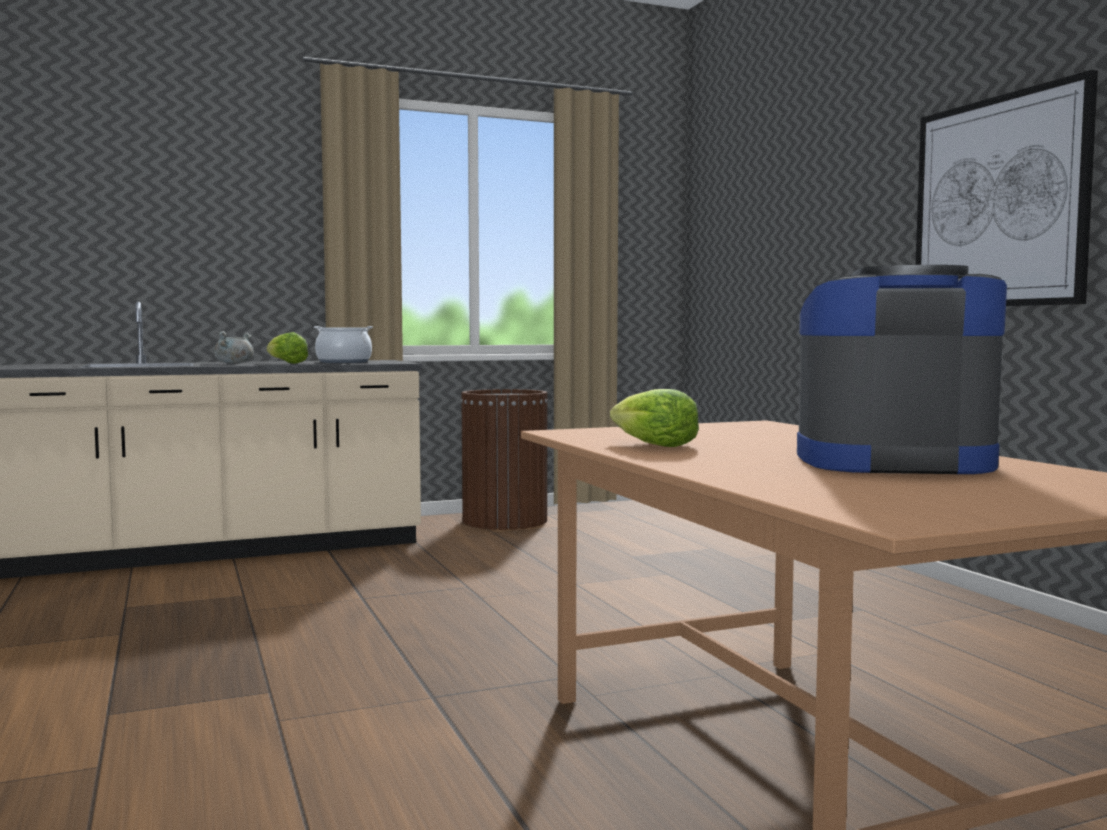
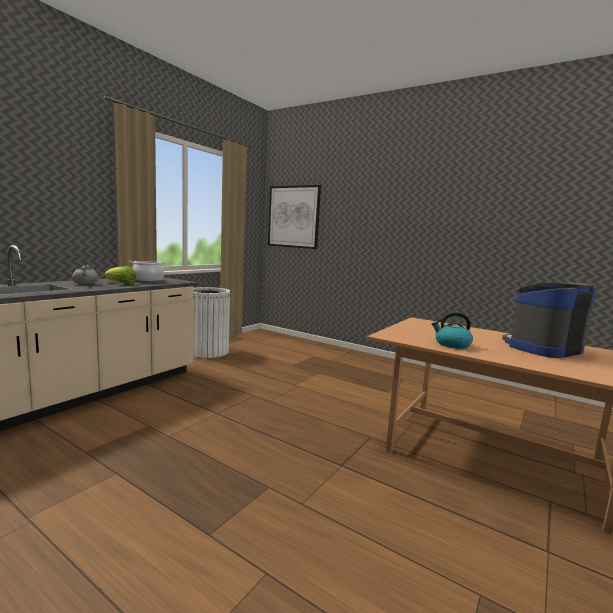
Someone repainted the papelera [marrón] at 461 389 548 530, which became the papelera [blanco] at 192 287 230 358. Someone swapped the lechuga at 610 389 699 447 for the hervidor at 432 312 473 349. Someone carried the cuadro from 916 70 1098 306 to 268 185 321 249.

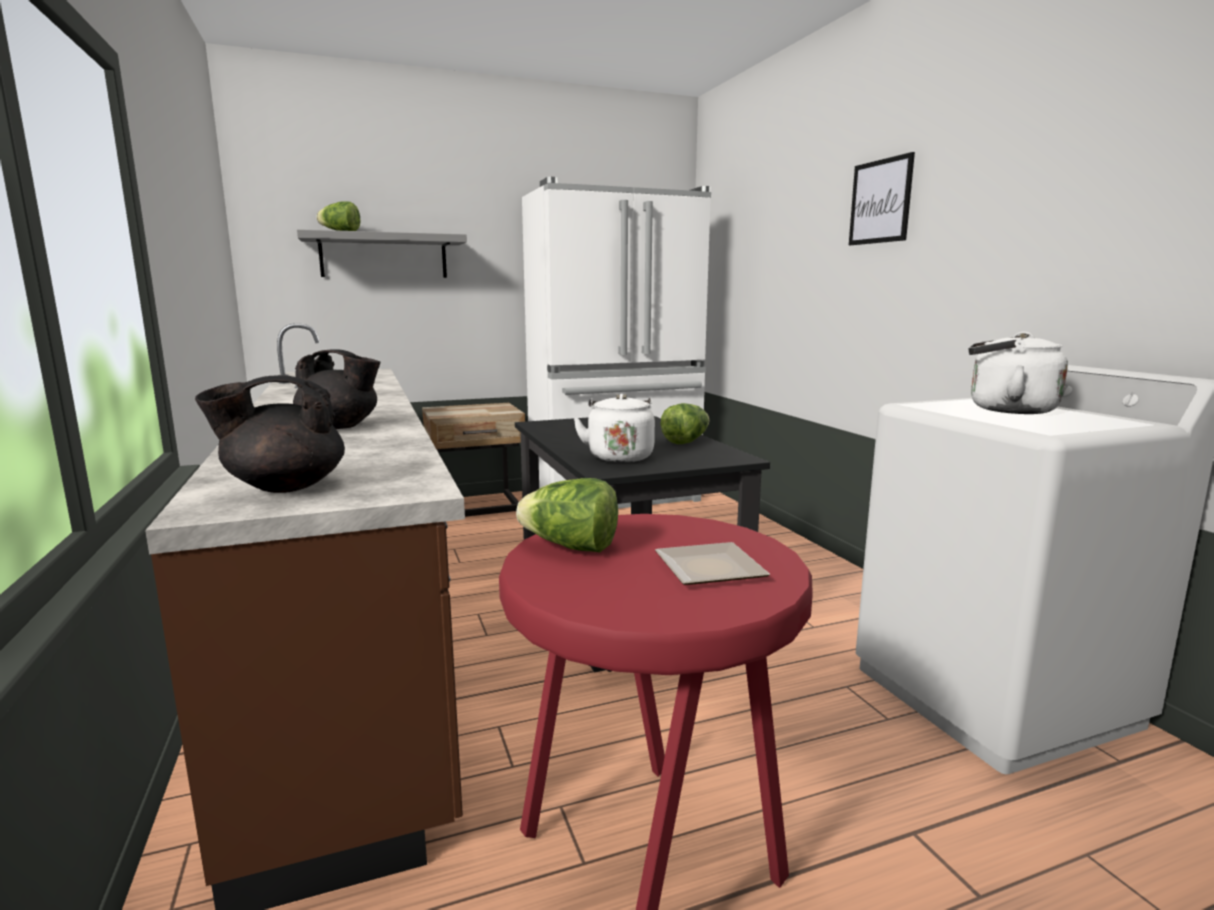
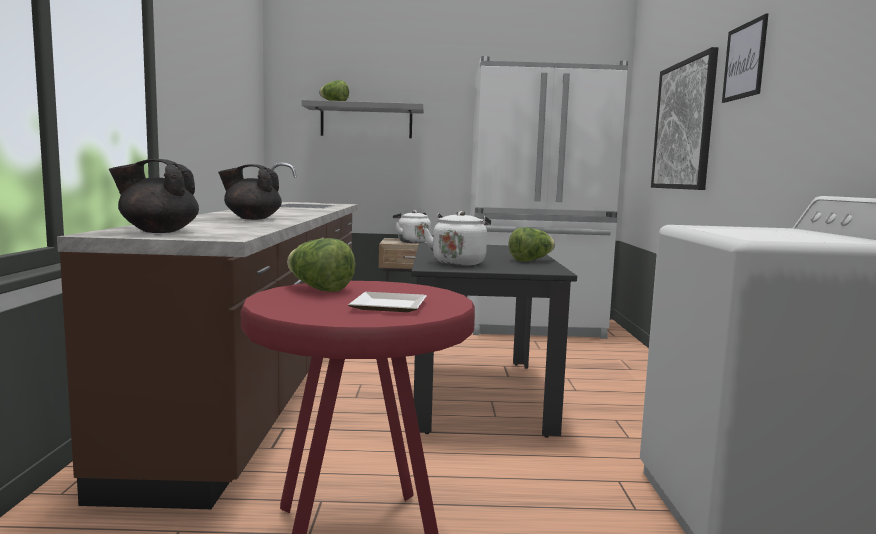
Someone rotated the tetera [negro] at 293 349 381 429 by 150 degrees clockwise. Someone carried the hervidor [blanco] from 968 332 1068 414 to 393 211 431 243. Someone put up the cuadro at 651 47 718 190.

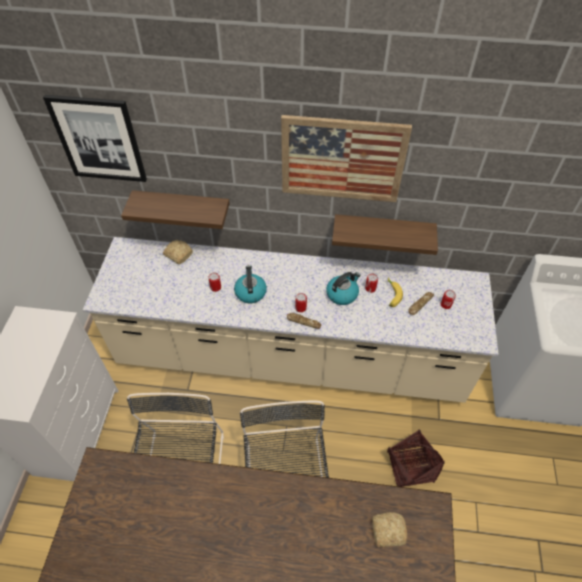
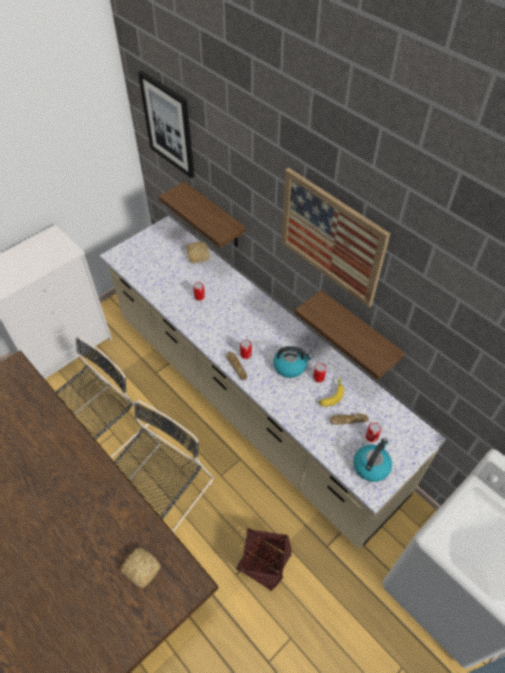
Someone carried the hervidor from 234 265 267 303 to 353 438 392 482.

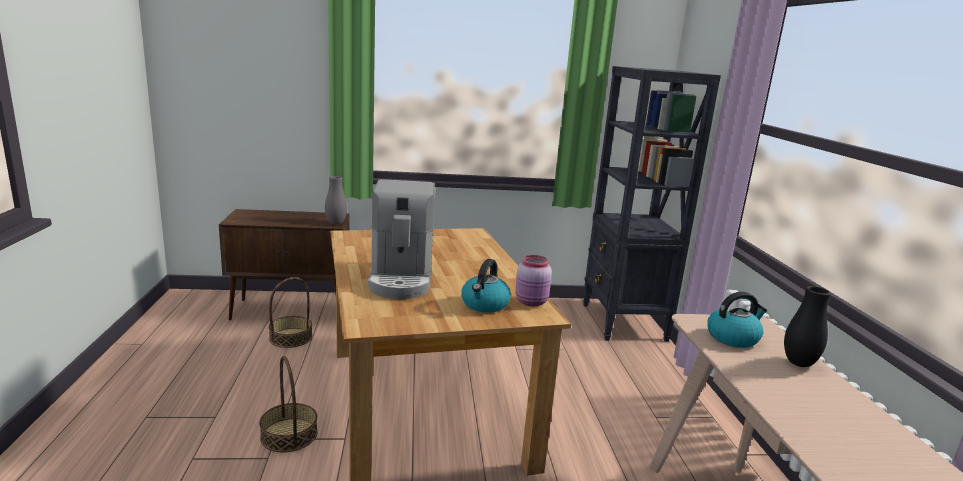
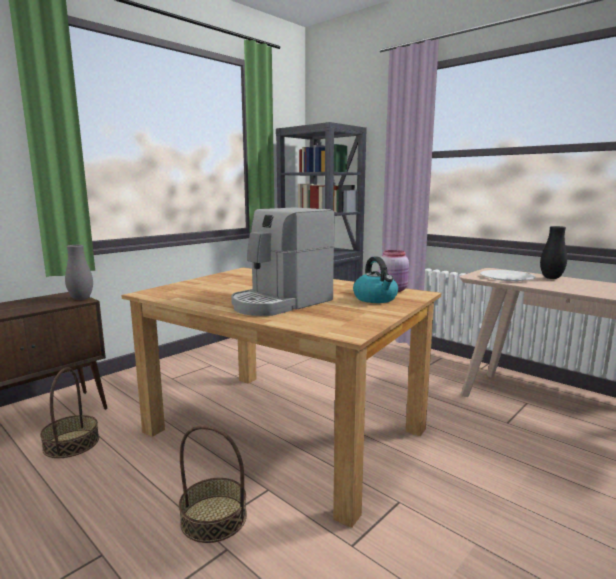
Someone rotated the cafetera at 368 179 435 299 by 90 degrees clockwise. Someone swapped the hervidor at 707 292 767 348 for the plato [blanco] at 480 270 535 281.

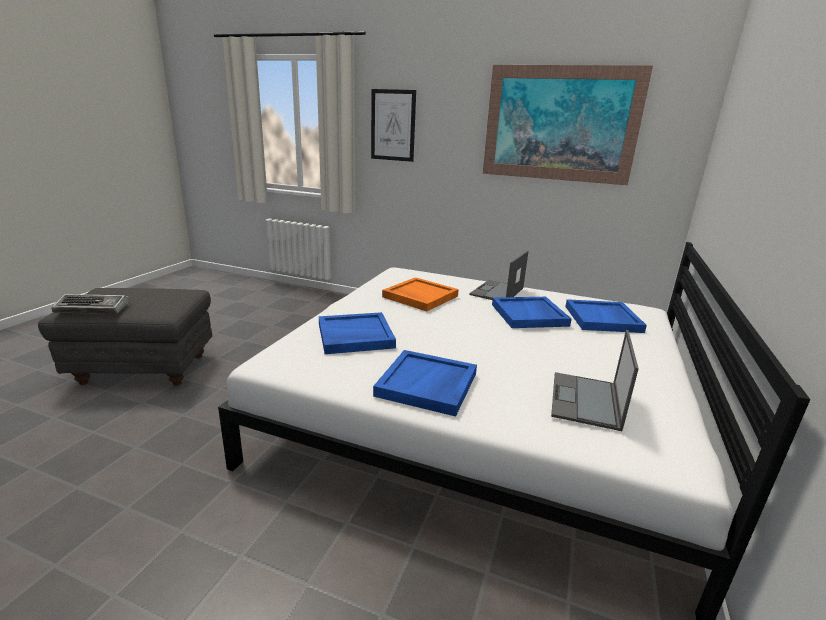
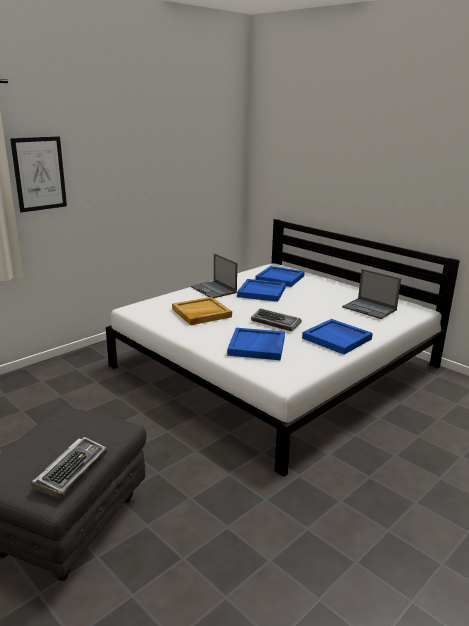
Someone repainted the bandeja [naranja] at 382 277 459 311, which became the bandeja [beis] at 172 297 232 325. Someone took away the cuadro at 483 65 653 185. Someone put down the teclado at 251 308 302 332.

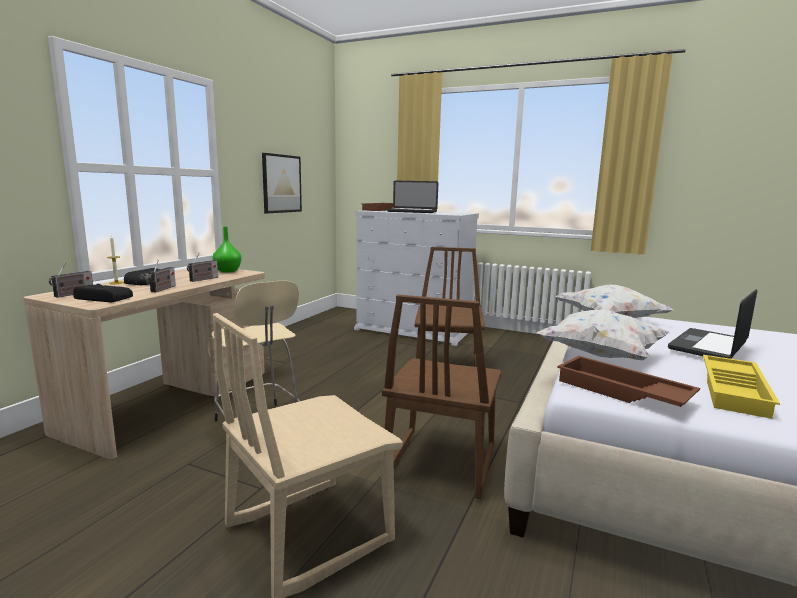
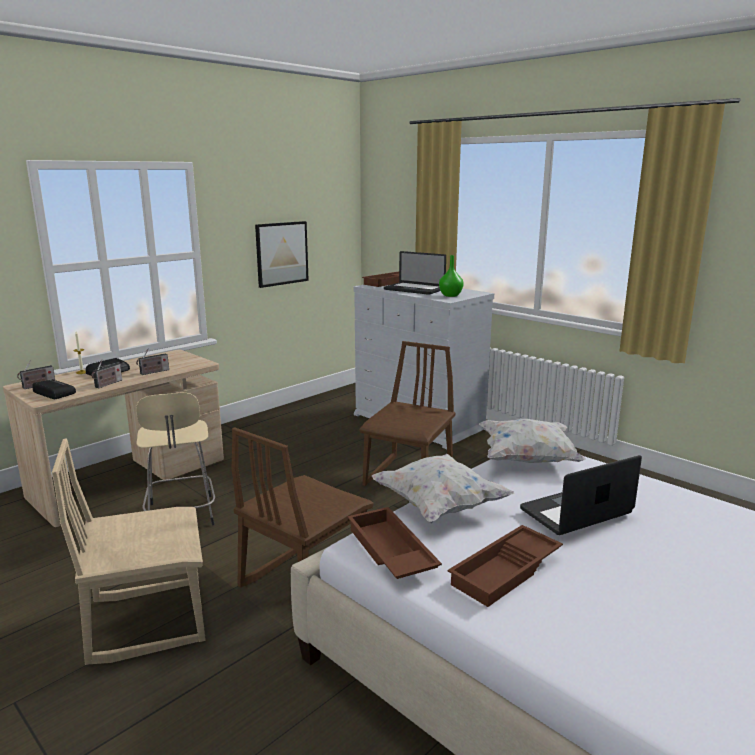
Someone carried the florero [verde] from 213 227 242 273 to 439 255 464 297. Someone repainted the bandeja [amarillo] at 703 355 780 419, which became the bandeja [marrón] at 448 525 563 607.

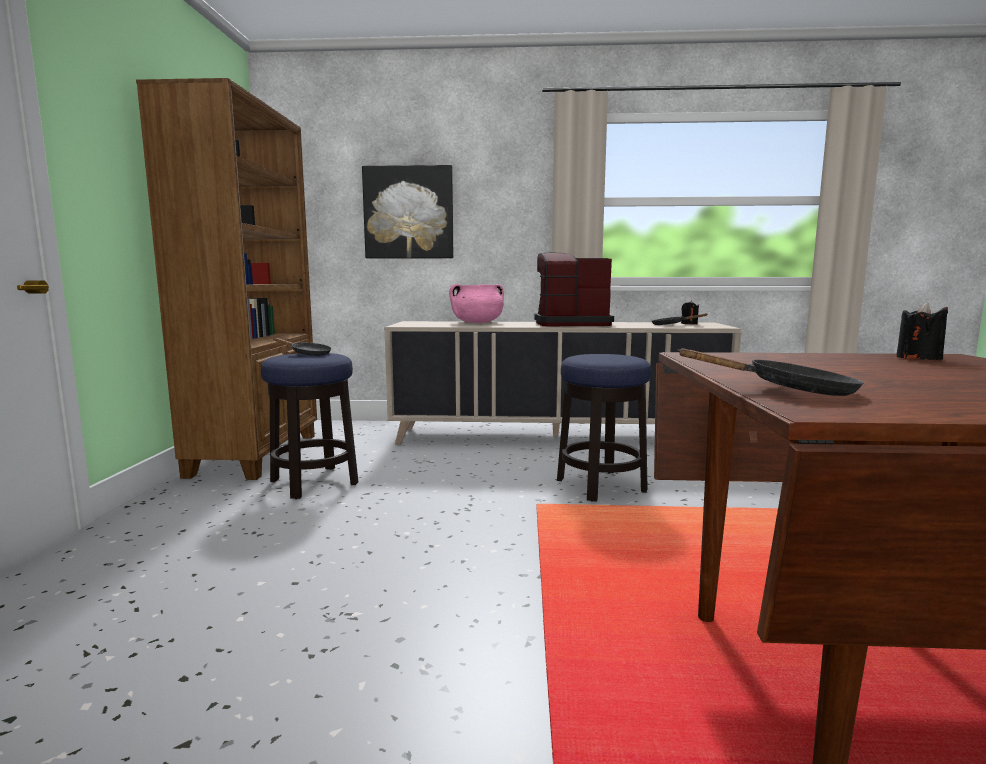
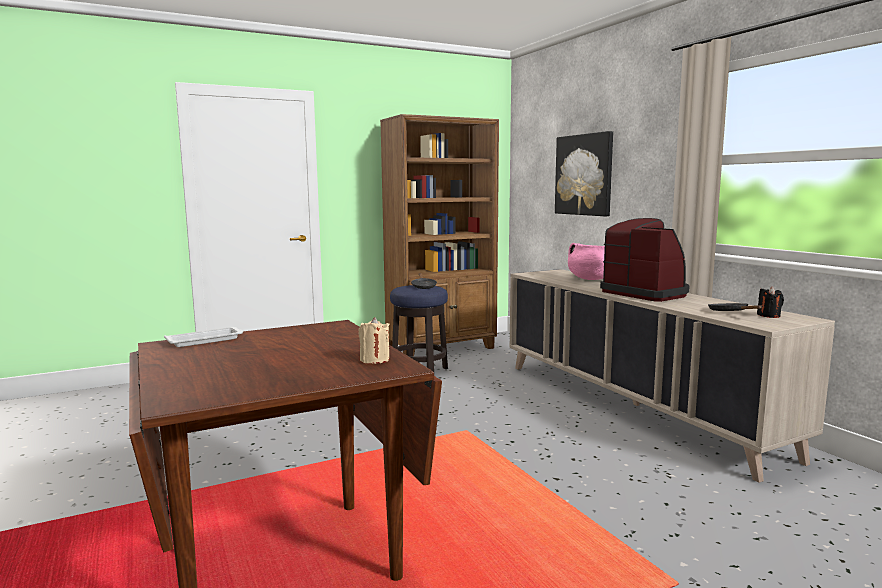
Someone took away the taburete at 557 354 651 502. Someone swapped the sartén [negro] at 677 348 864 396 for the bandeja [blanco] at 164 327 243 347. Someone repainted the vela [negro] at 896 302 948 360, which became the vela [beis] at 359 317 390 364.

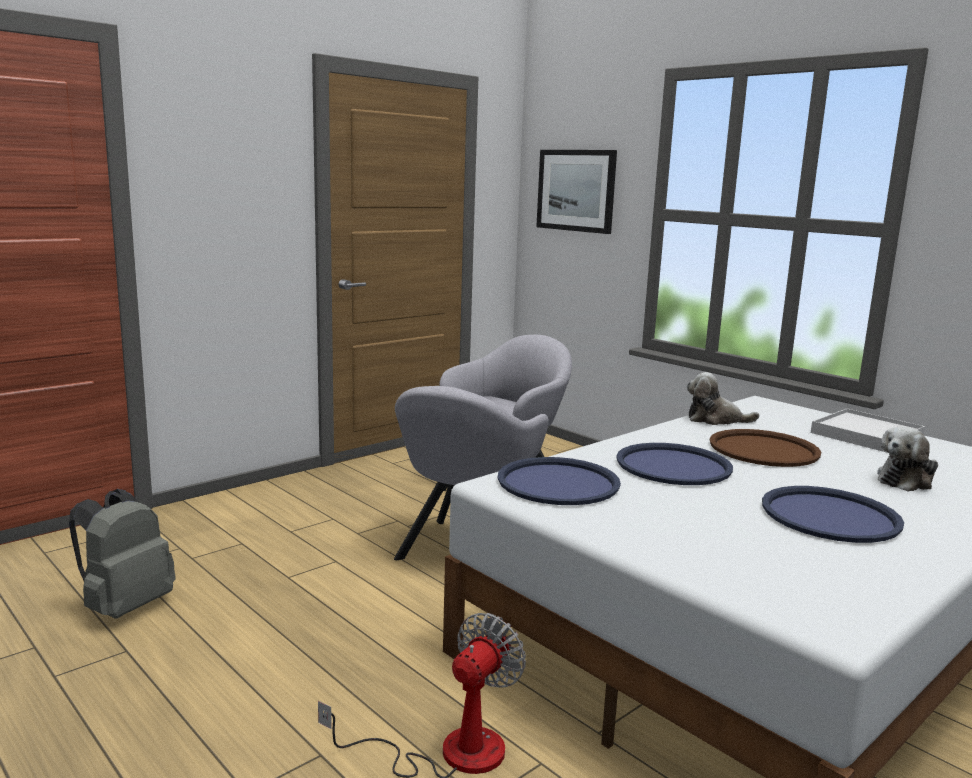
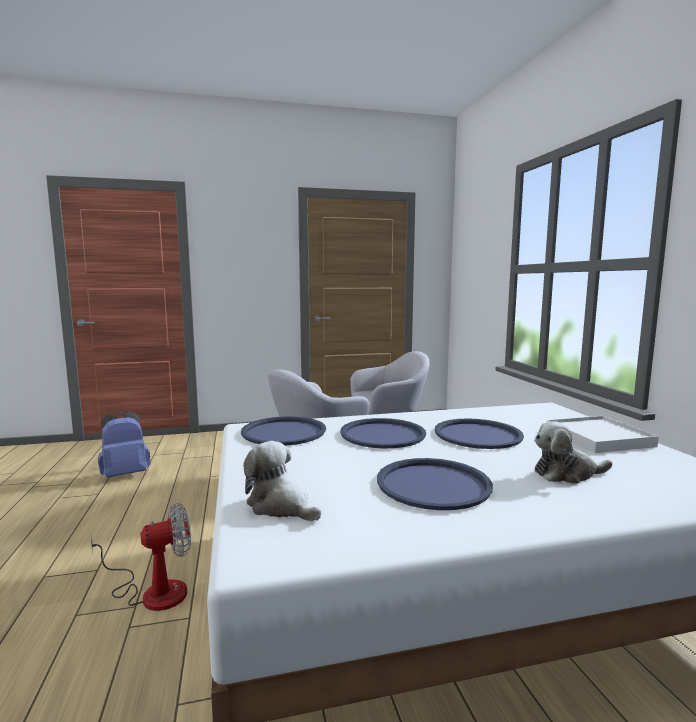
Someone repainted the mochila [gris] at 69 489 176 619, which became the mochila [azul] at 98 411 150 478. Someone took away the cuadro at 536 150 617 234. Someone carried the peluche from 687 372 759 425 to 243 441 321 521. Someone repainted the bandeja [marrón] at 710 429 821 467, which became the bandeja [azul] at 434 418 524 449.

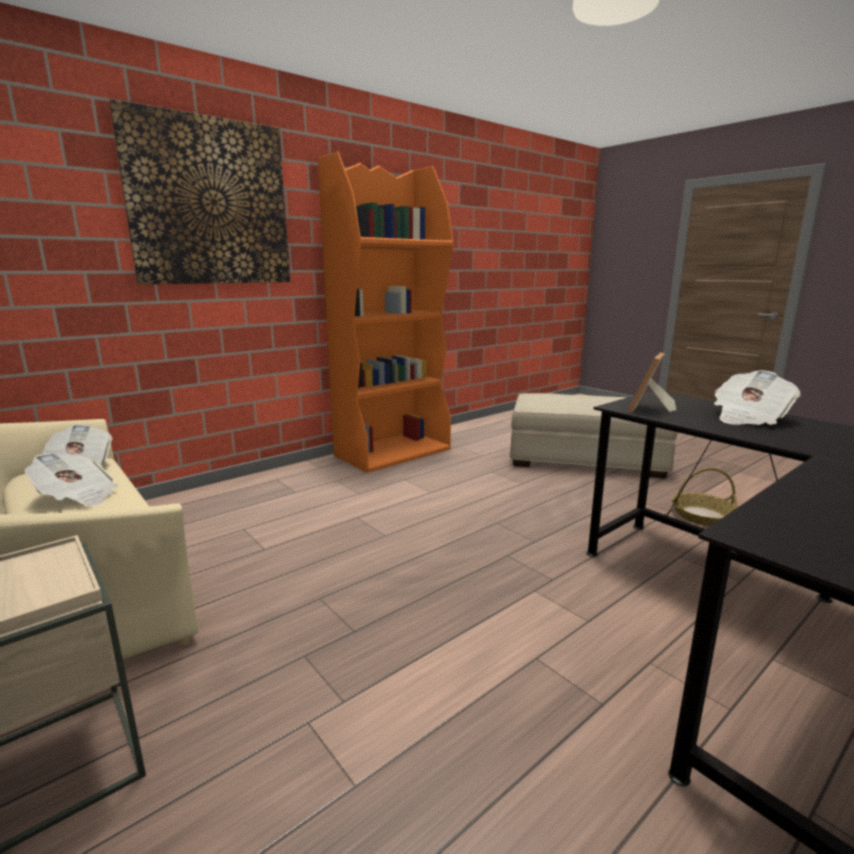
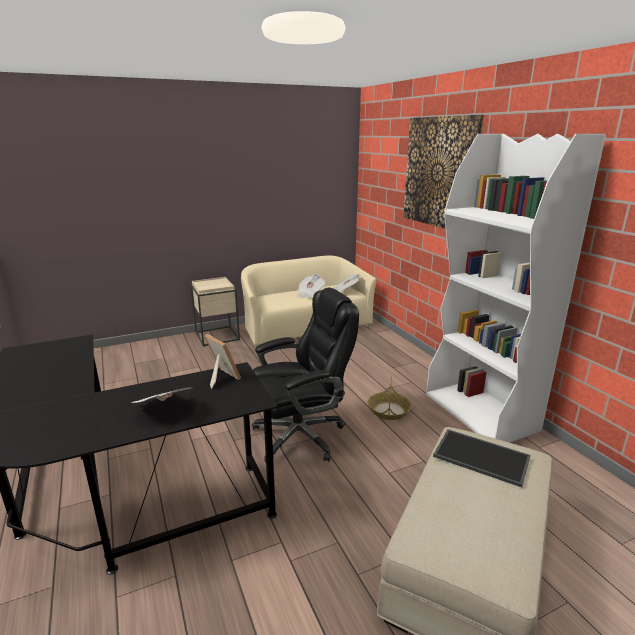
Someone repainted the estantería [naranja] at 318 151 453 473, which became the estantería [blanco] at 426 134 606 443. Someone carried the cesta from 671 468 738 526 to 368 376 412 420. Someone put down the silla de oficina [negro] at 252 288 359 462. Someone put down the bandeja at 433 429 531 487.

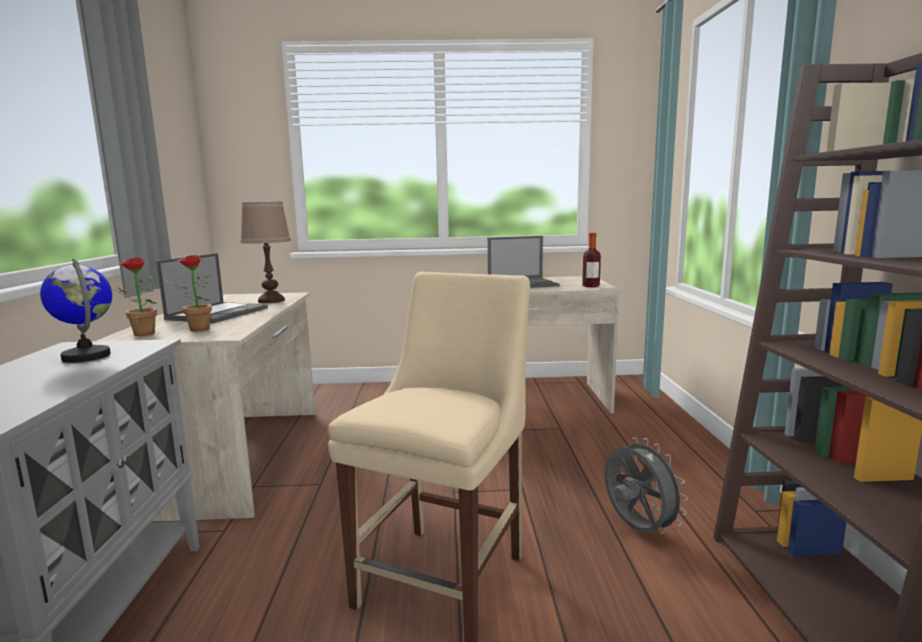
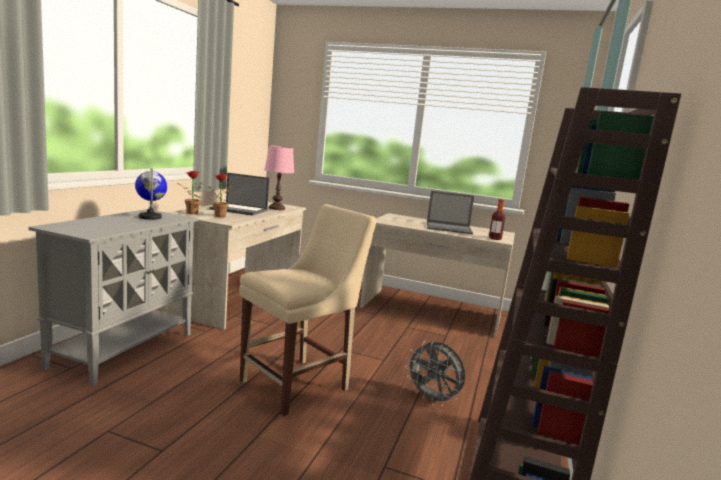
Someone rotated the portátil at 156 253 268 324 by 60 degrees clockwise. Someone repainted the lámpara de mesa [marrón] at 240 202 291 303, which became the lámpara de mesa [rosa] at 264 145 295 210. Someone rotated the ventilador [gris] at 604 437 688 534 by 135 degrees clockwise.

